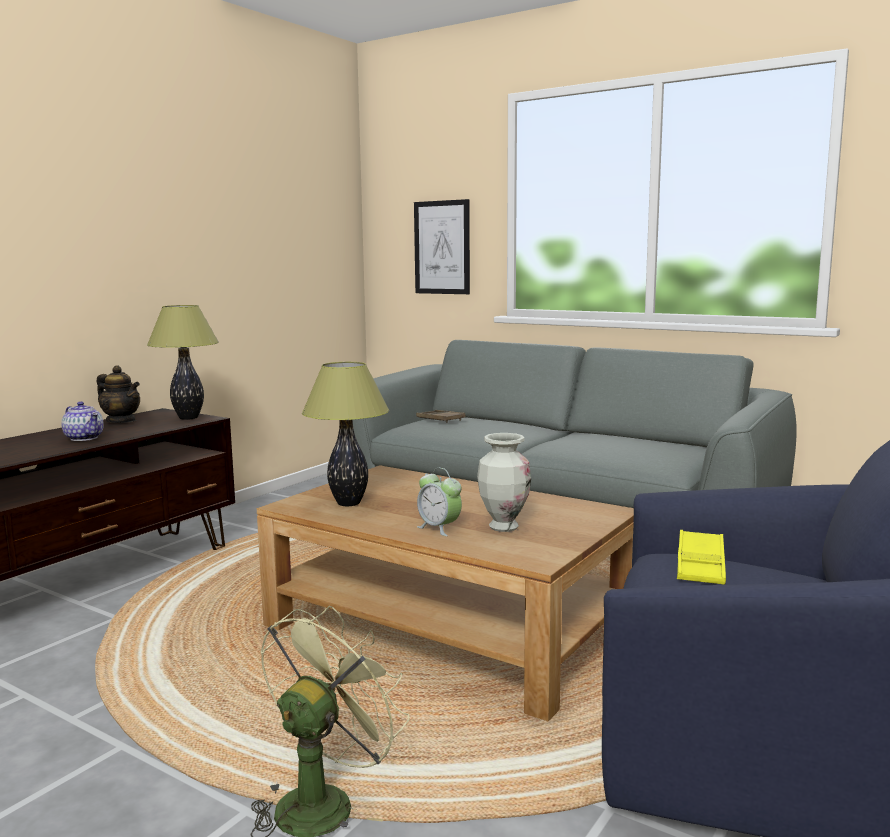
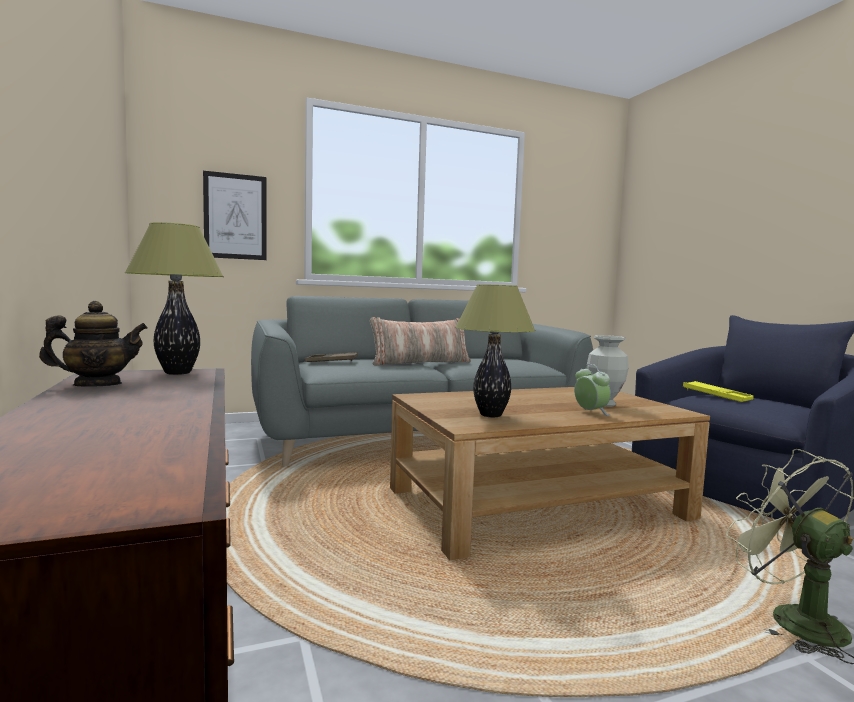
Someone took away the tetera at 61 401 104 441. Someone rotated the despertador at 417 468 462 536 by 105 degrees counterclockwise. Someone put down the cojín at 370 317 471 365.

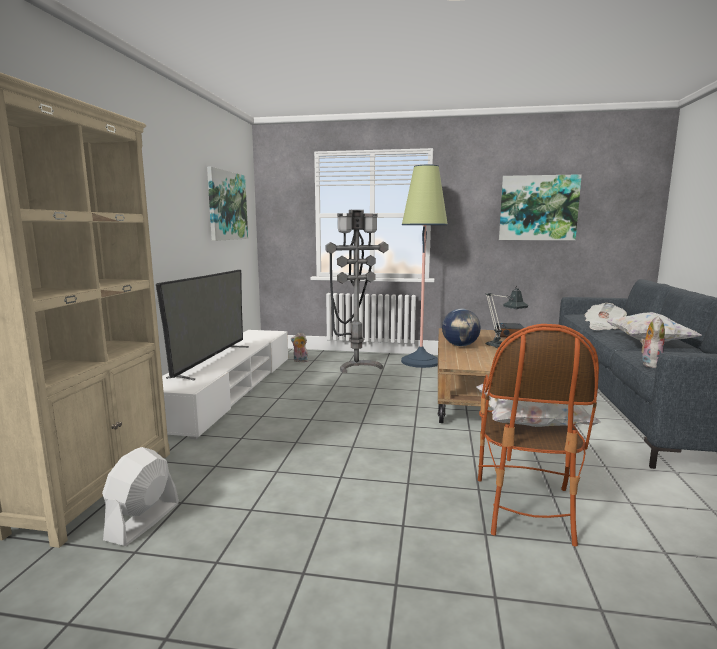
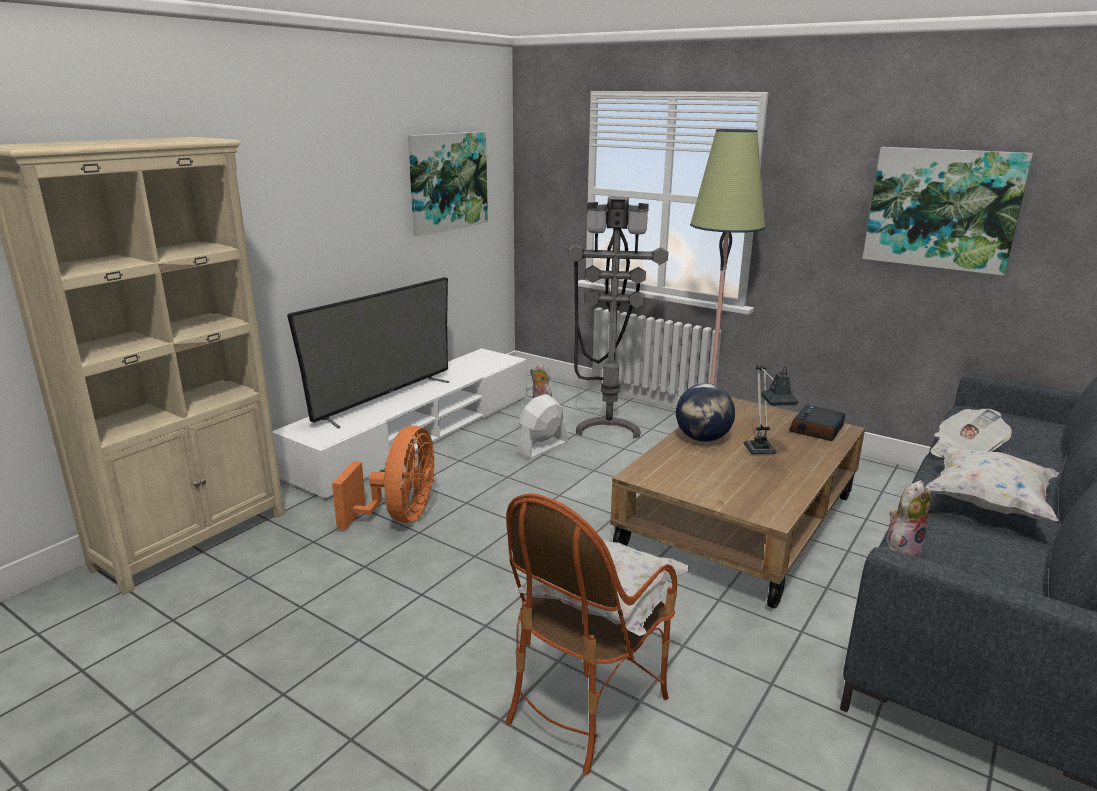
Someone carried the ventilador [blanco] from 102 447 179 546 to 517 394 568 459. Someone put down the ventilador [naranja] at 332 426 435 530.

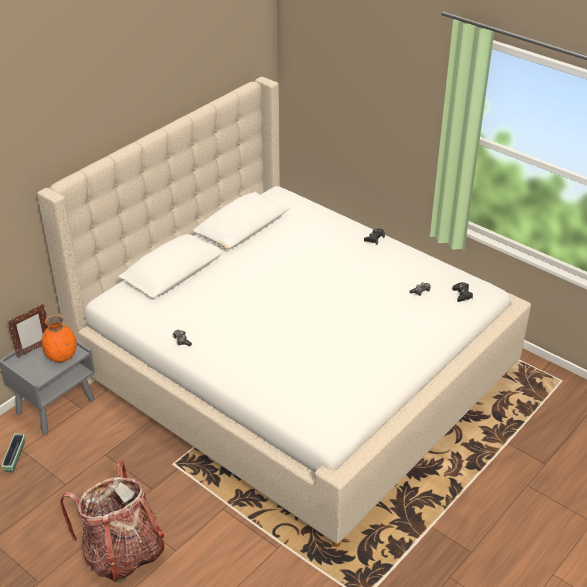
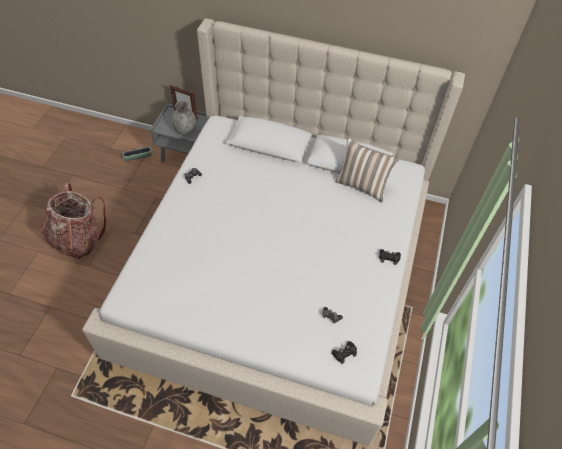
Someone repainted the florero [naranja] at 42 315 77 362, which became the florero [gris] at 172 101 196 135. Someone put down the cojín at 336 138 399 203.

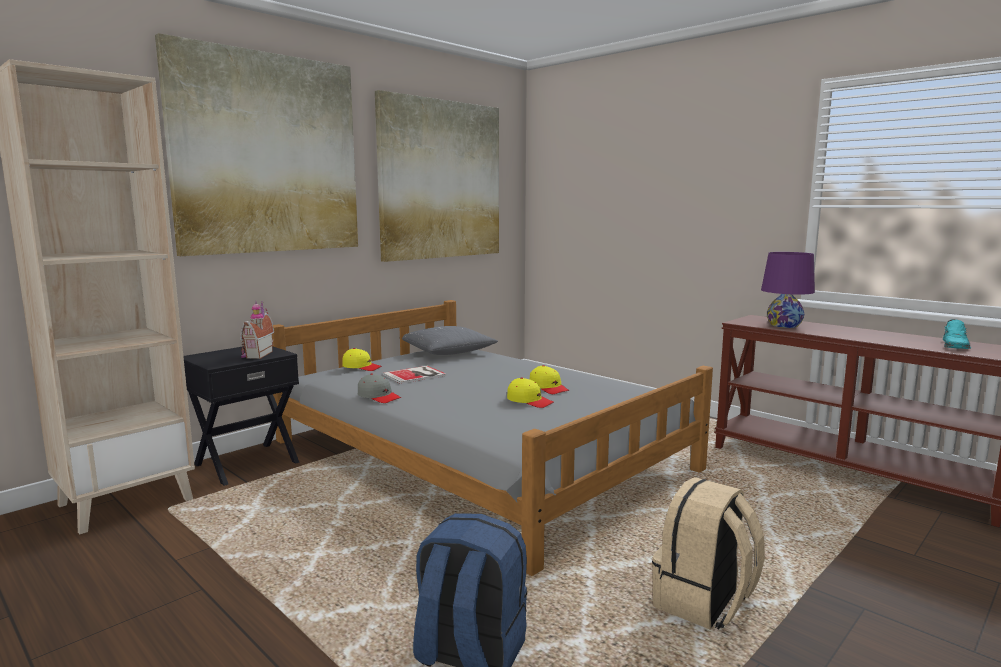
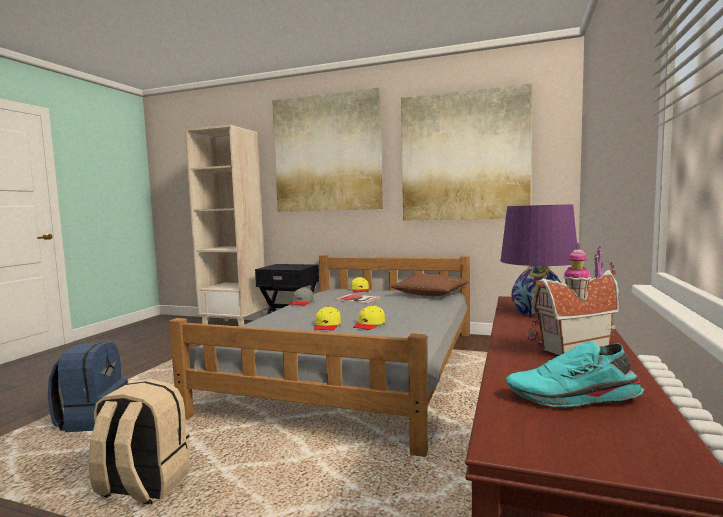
Someone carried the casita from 240 301 274 359 to 527 243 619 355. Someone repainted the cojín [gris] at 399 326 498 355, which became the cojín [marrón] at 391 274 469 296.

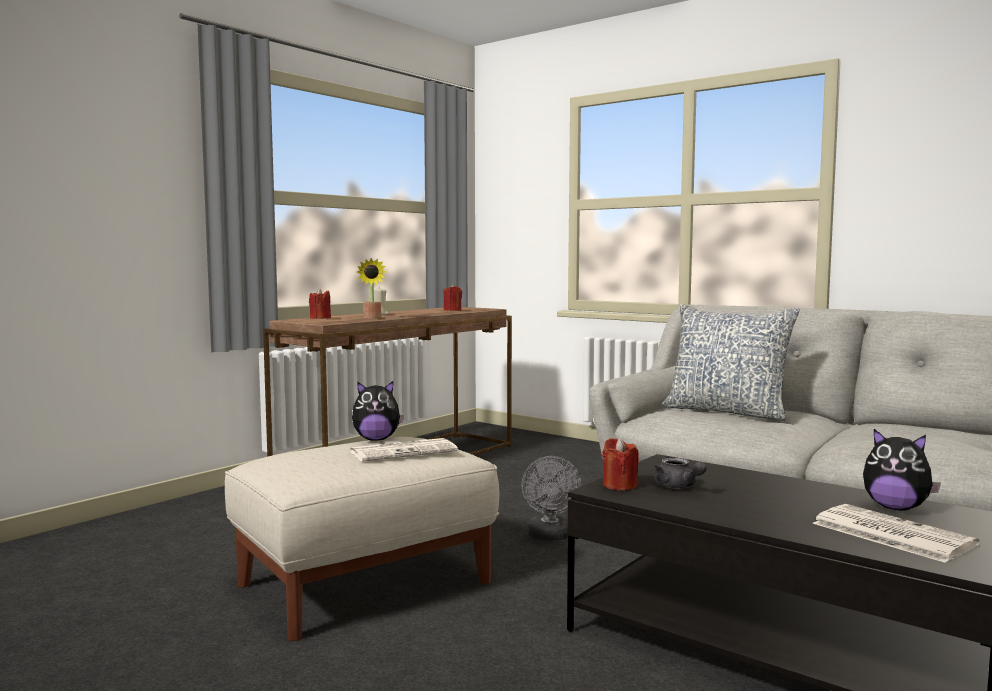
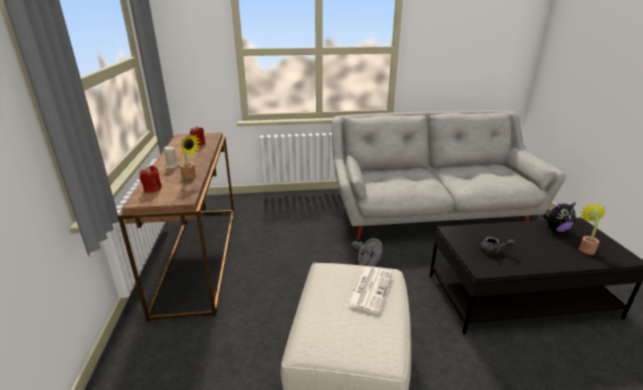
Someone took away the peluche at 352 381 404 440. Someone took away the vela [rojo] at 602 438 639 491. Someone took away the cojín at 662 304 800 420. Someone swapped the periódico at 813 504 979 563 for the planta en maceta at 579 203 606 255.

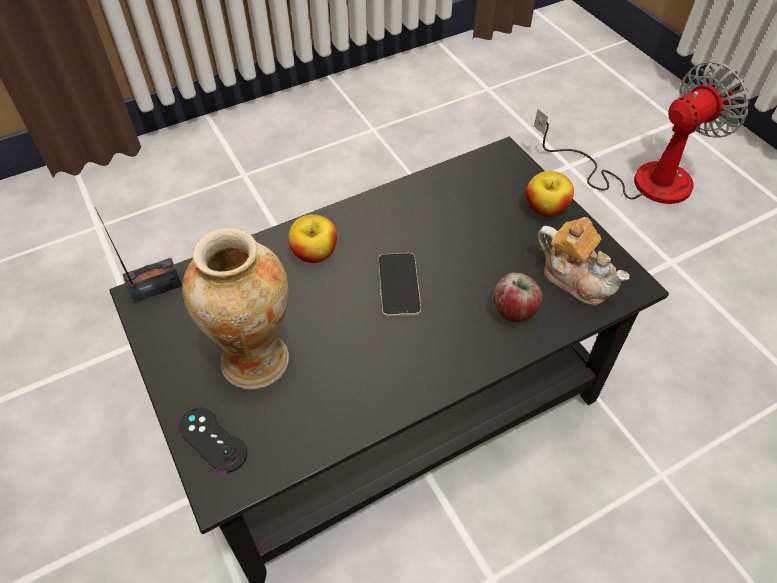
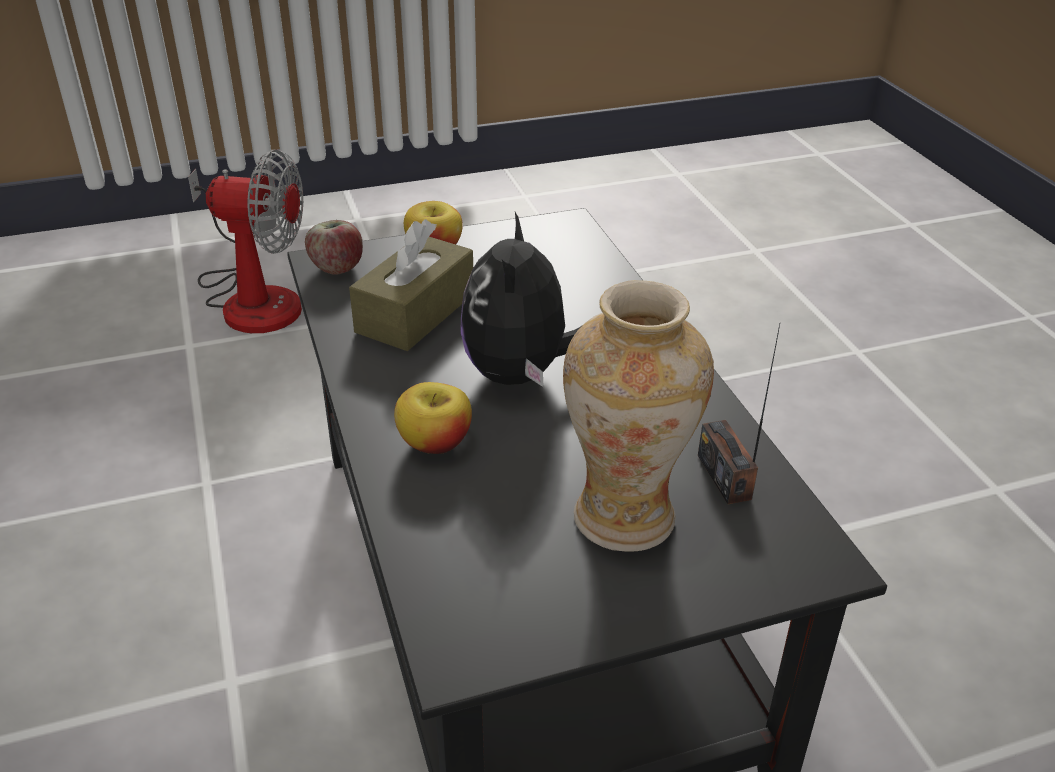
Someone carried the radio from 95 207 182 303 to 698 324 780 504. Someone took away the mando de consola [negro] at 179 408 247 473. Someone swapped the móvil at 378 253 421 317 for the peluche at 461 212 581 387. Someone carried the manzana from 493 272 542 322 to 305 220 363 275. Someone rotated the ventilador at 534 61 750 204 by 120 degrees clockwise. Someone took away the tetera at 538 217 629 305. Someone put down the caja de pañuelos [marrón] at 349 219 473 351.

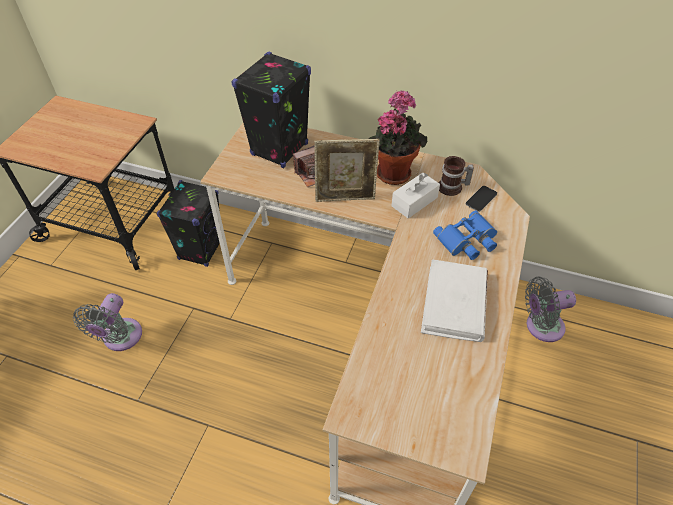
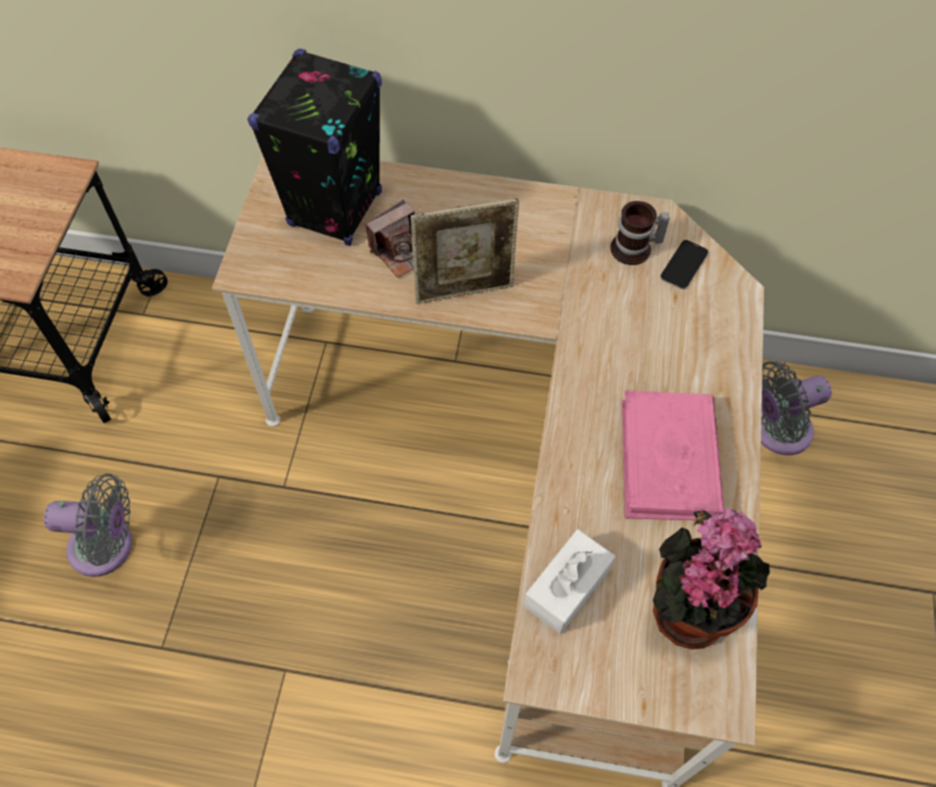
Someone rotated the ventilador [gris] at 73 293 142 351 by 90 degrees counterclockwise. Someone took away the altavoz [negro] at 157 180 220 267. Someone carried the planta en maceta from 369 91 427 185 to 653 508 770 649. Someone carried the caja de pañuelos [blanco] from 391 173 440 218 to 524 529 615 634. Someone repainted the libro [blanco] at 421 259 488 342, which became the libro [rosa] at 622 391 725 520. Someone took away the prismáticos [azul] at 433 210 497 260.

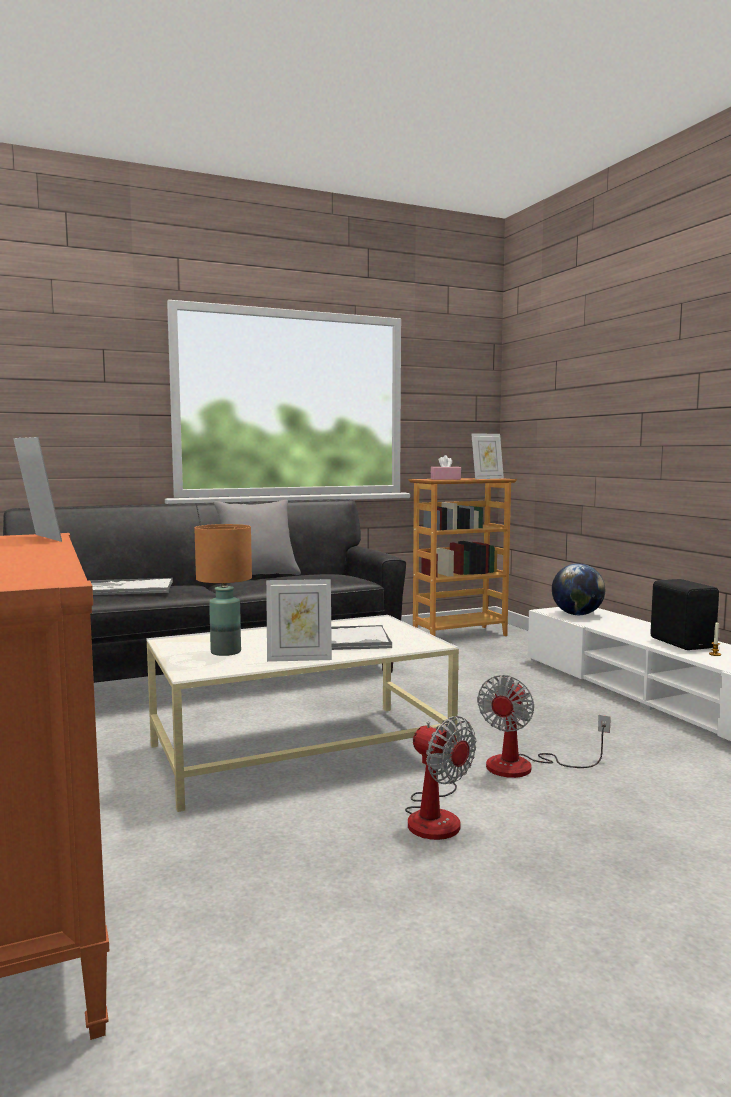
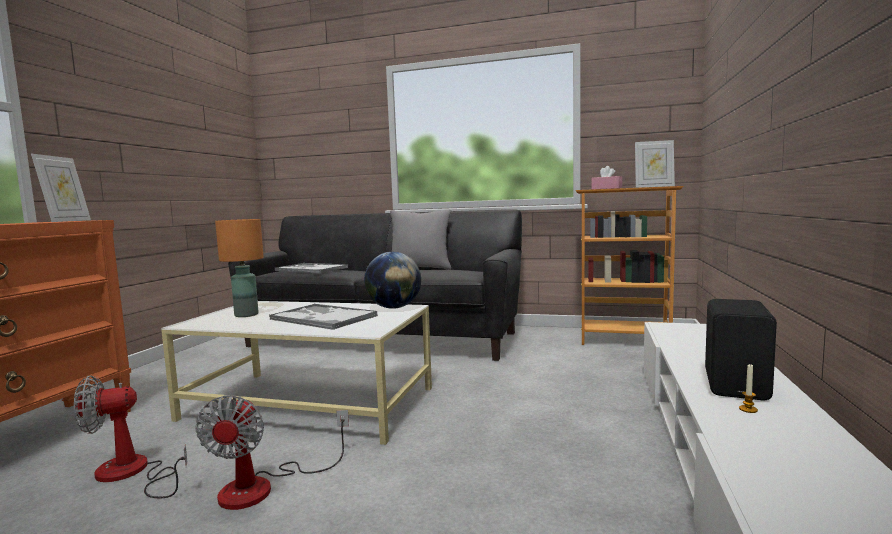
Someone took away the portarretratos at 266 579 332 662. Someone carried the ventilador from 477 675 611 778 to 74 375 188 499. Someone carried the globo terráqueo from 552 563 605 615 to 364 252 421 309.

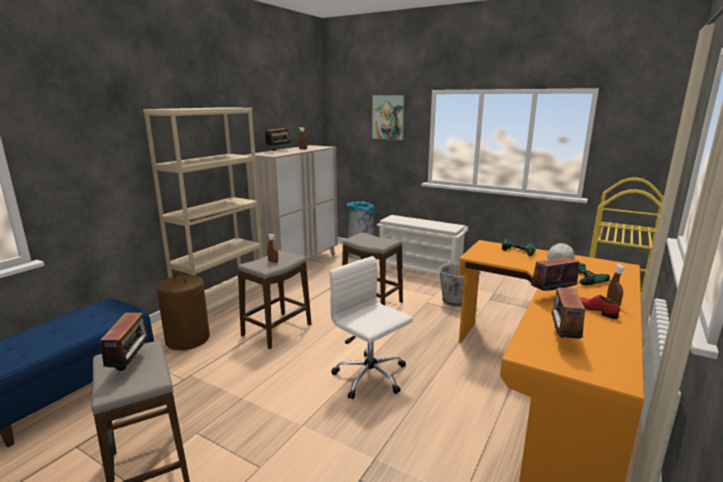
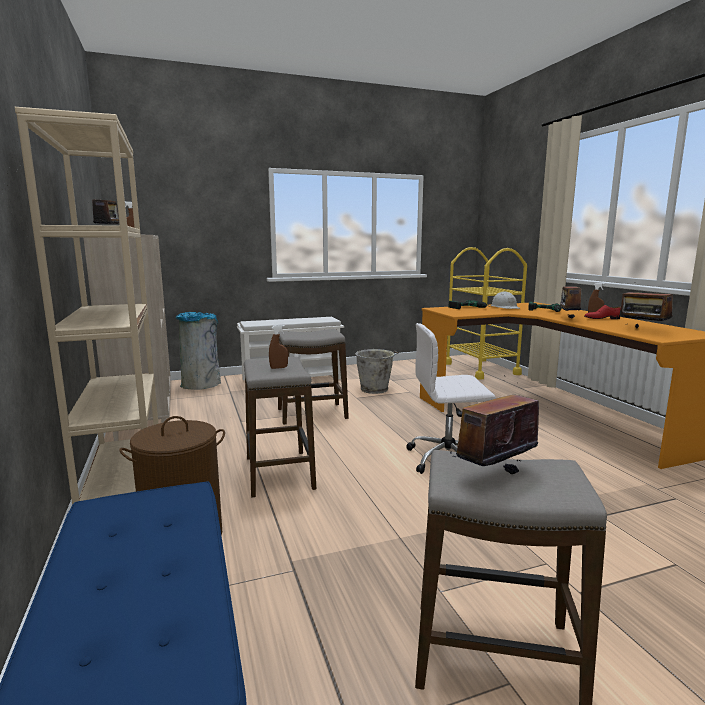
Someone rotated the radio at 95 312 152 374 by 75 degrees counterclockwise. Someone took away the cuadro at 372 95 405 140.

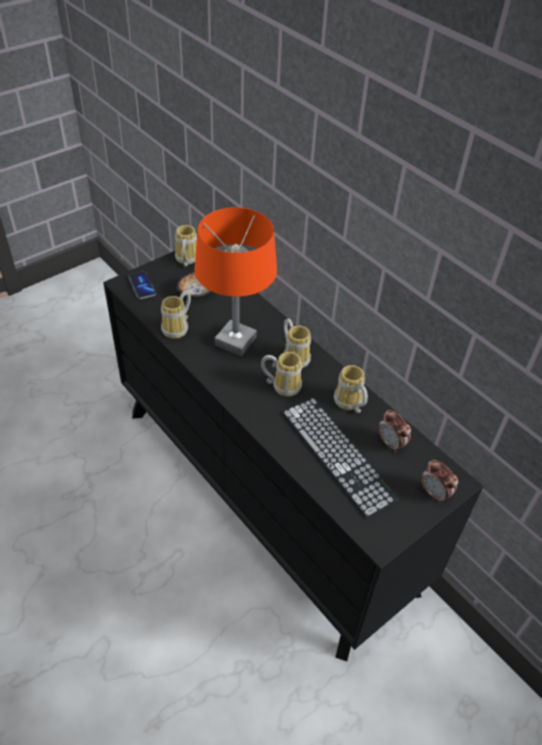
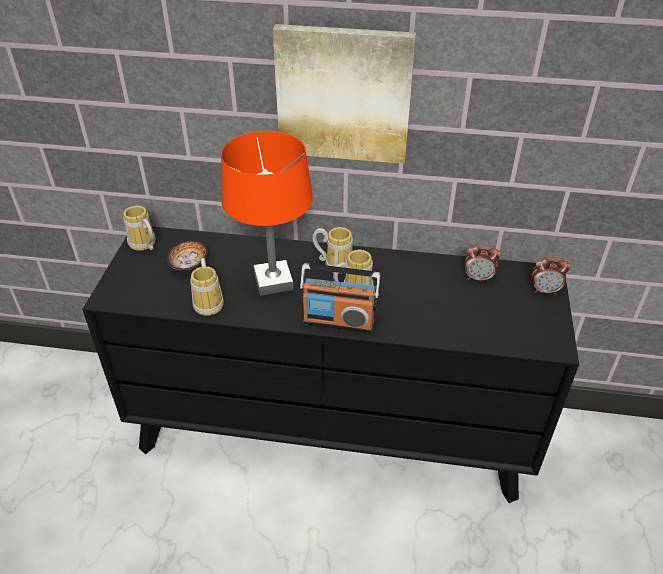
Someone took away the móvil at 129 271 156 299. Someone took away the teclado at 282 398 399 518. Someone took away the taza grande at 334 365 368 413. Someone put up the cuadro at 273 24 416 164. Someone put down the radio at 300 263 380 333.

